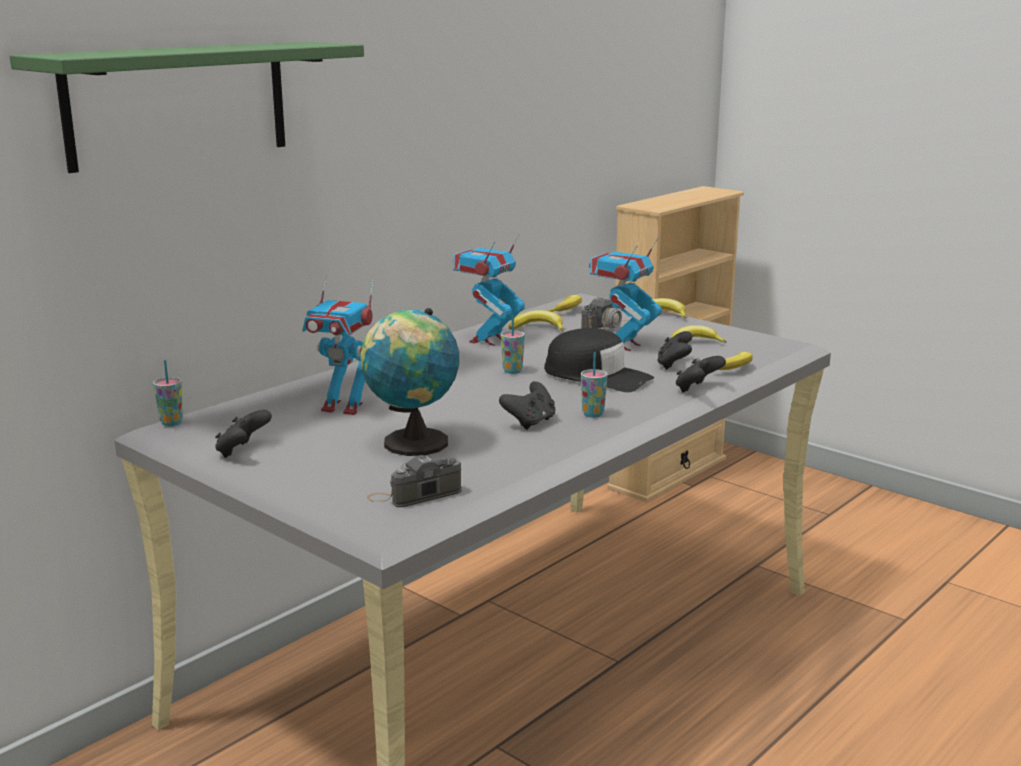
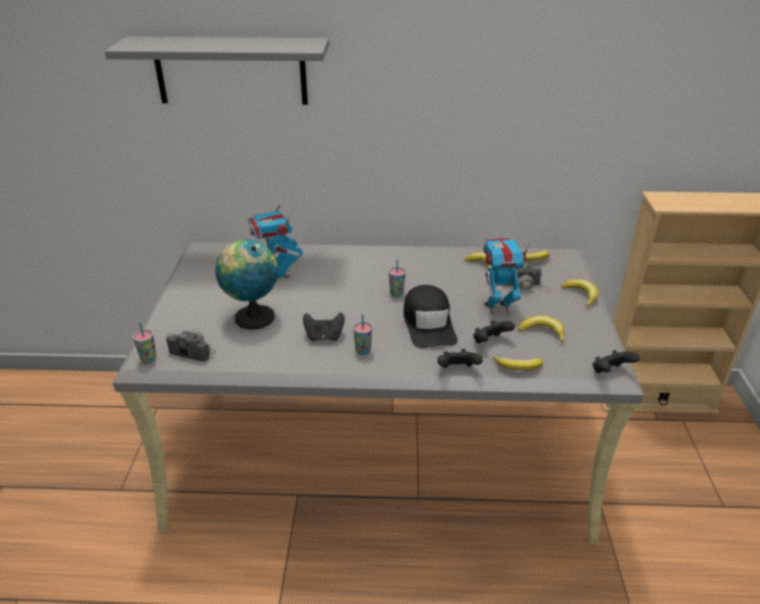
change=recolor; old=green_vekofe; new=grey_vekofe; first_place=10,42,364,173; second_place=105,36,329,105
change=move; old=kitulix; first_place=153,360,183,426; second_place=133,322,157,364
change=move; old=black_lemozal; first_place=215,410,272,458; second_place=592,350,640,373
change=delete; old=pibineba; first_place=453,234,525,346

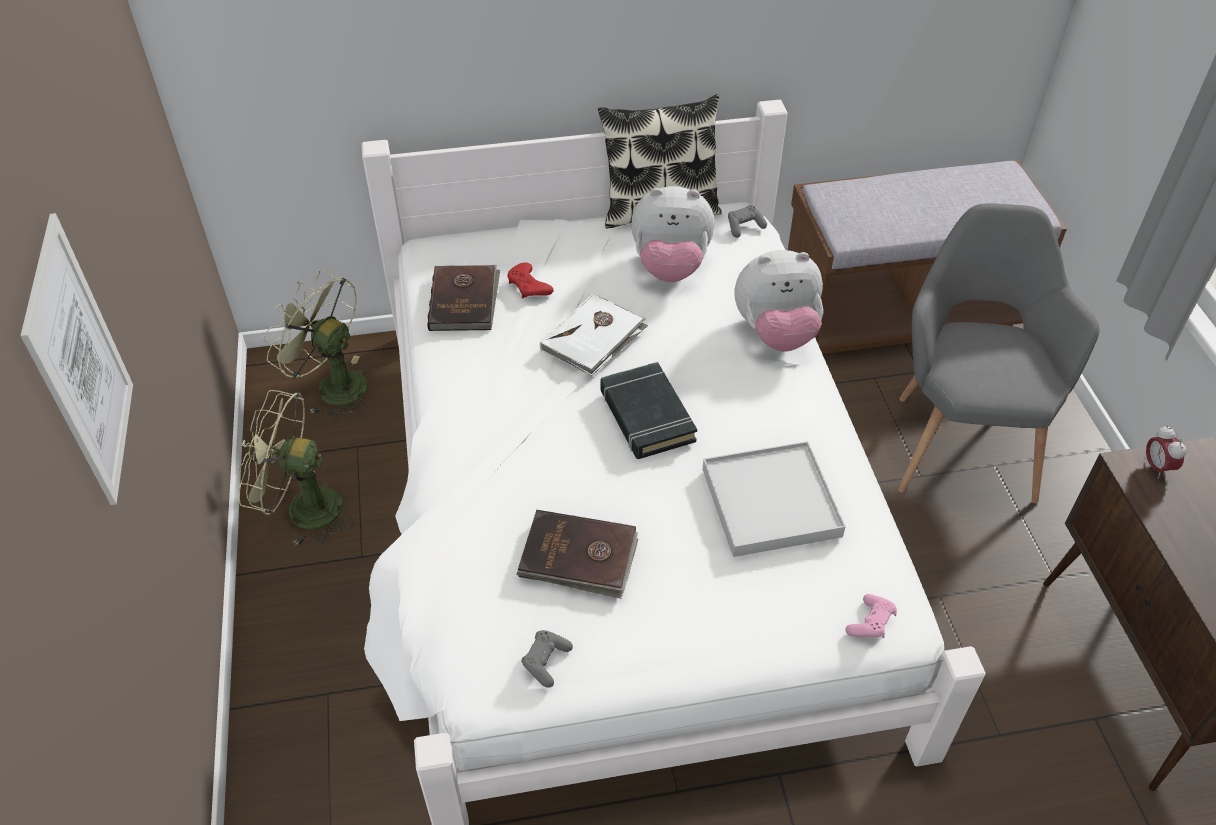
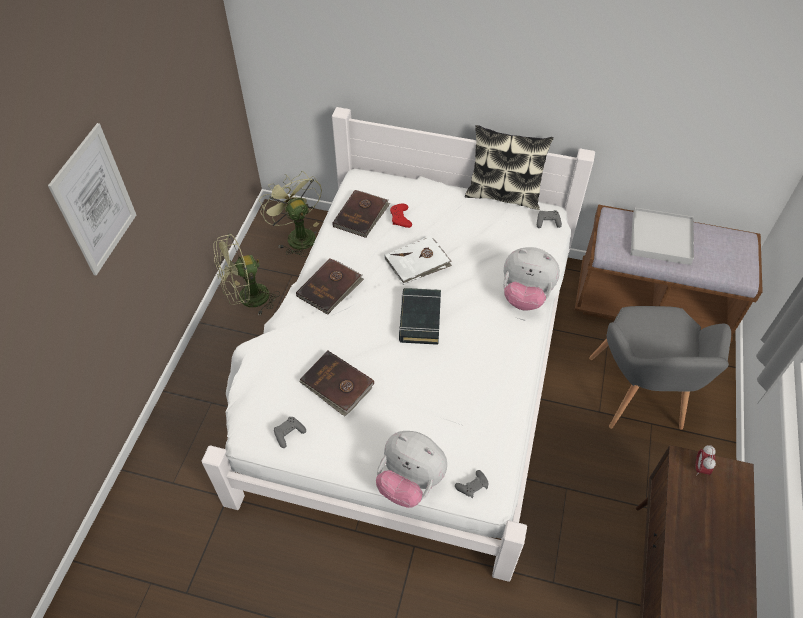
change=rotate; old=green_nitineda; first_place=236,390,354,546; second_place=214,233,280,315; degrees=-60
change=move; old=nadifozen; first_place=631,186,714,282; second_place=376,431,447,508
change=move; old=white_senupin; first_place=703,441,846,557; second_place=631,208,694,265
change=recolor; old=pink_lemozal; new=grey_lemozal; first_place=845,594,897,638; second_place=455,470,488,498
change=rotate; old=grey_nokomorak; first_place=898,203,1100,503; second_place=589,306,731,430; degrees=150
change=insert; new=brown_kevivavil; second_place=296,258,364,315

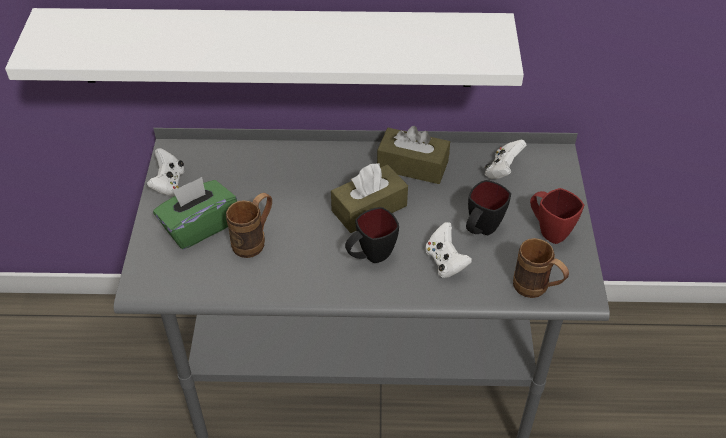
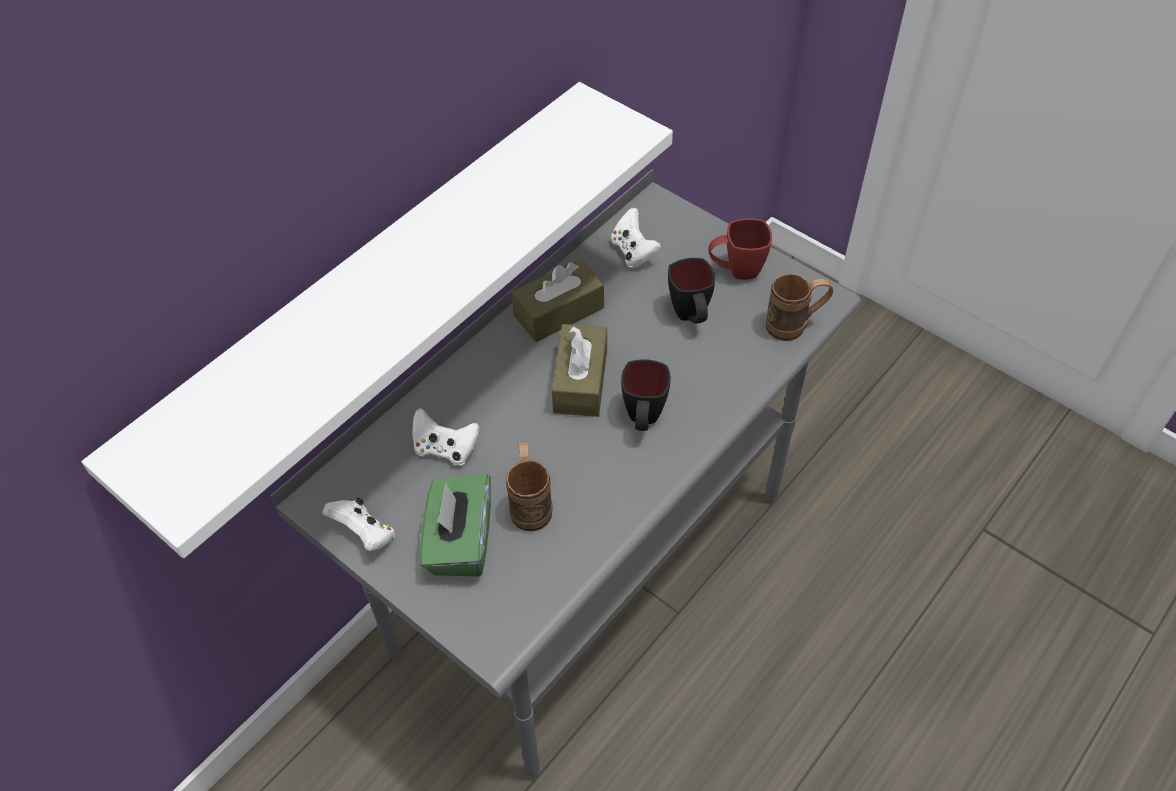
change=move; old=white_lemozal; first_place=425,222,472,278; second_place=412,408,479,466

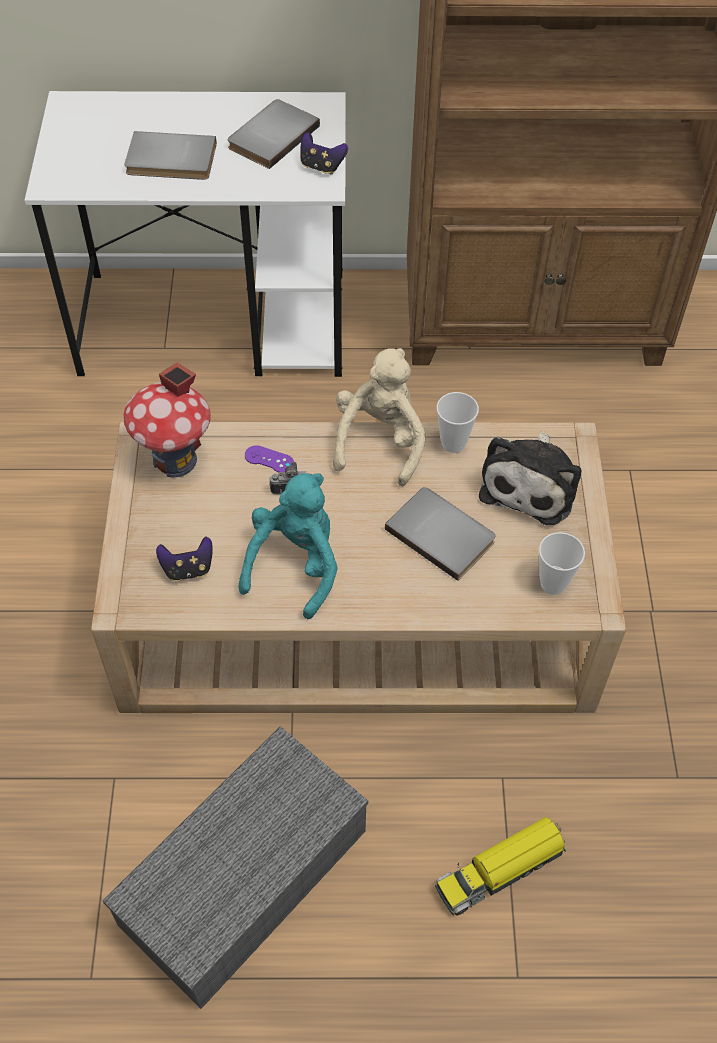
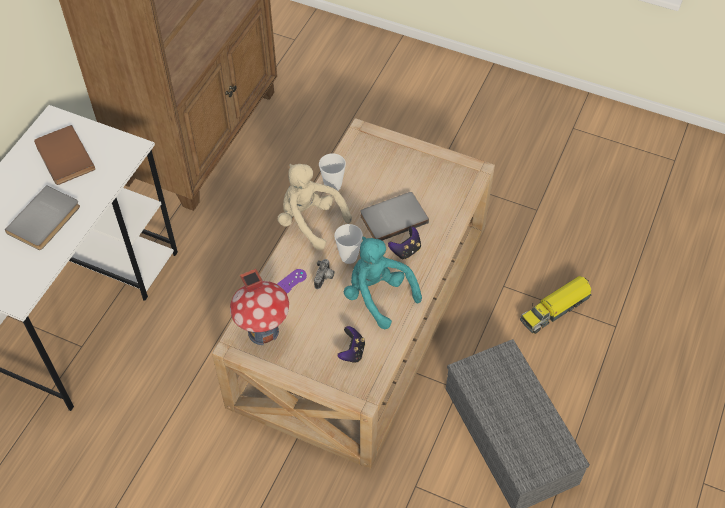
change=recolor; old=grey_kevivavil; new=brown_kevivavil; first_place=228,99,320,169; second_place=34,125,95,185
change=move; old=lemozal; first_place=300,132,348,175; second_place=388,226,421,260
change=rotate; old=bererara; first_place=435,817,566,916; second_place=520,276,592,334; degrees=60
change=delete; old=nadifozen; first_place=479,431,581,525
change=move; old=kitulix; first_place=539,532,585,595; second_place=334,224,363,264

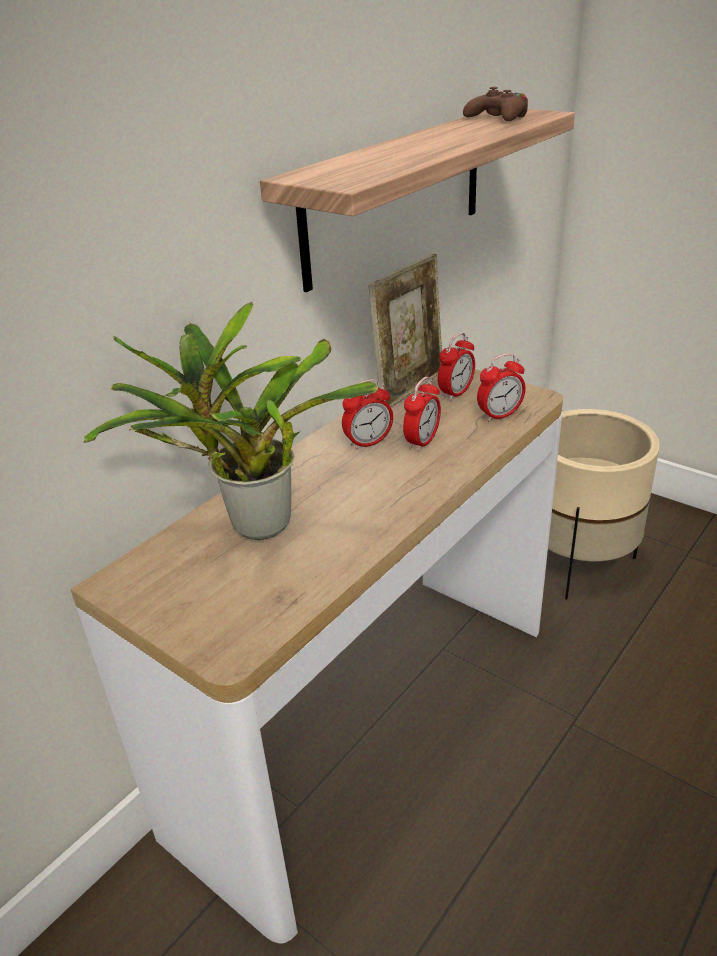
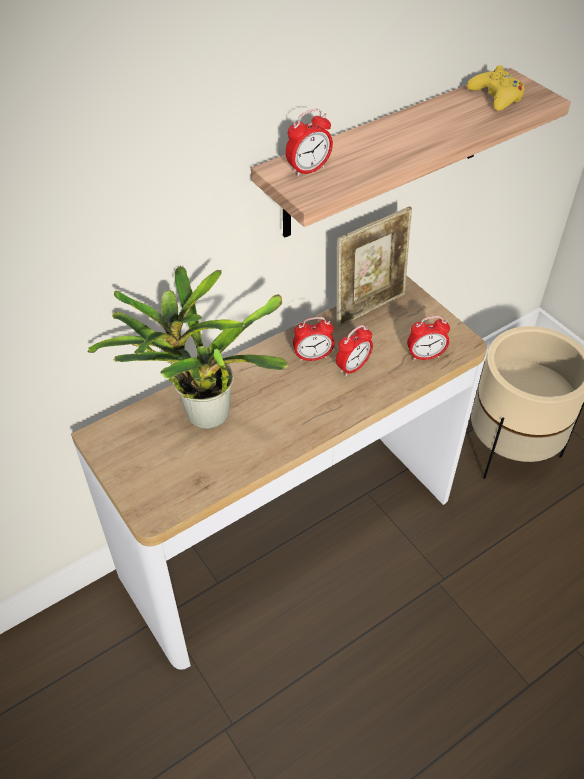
change=move; old=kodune; first_place=438,333,475,401; second_place=286,109,333,177
change=recolor; old=brown_lemozal; new=yellow_lemozal; first_place=463,87,528,121; second_place=467,65,524,111

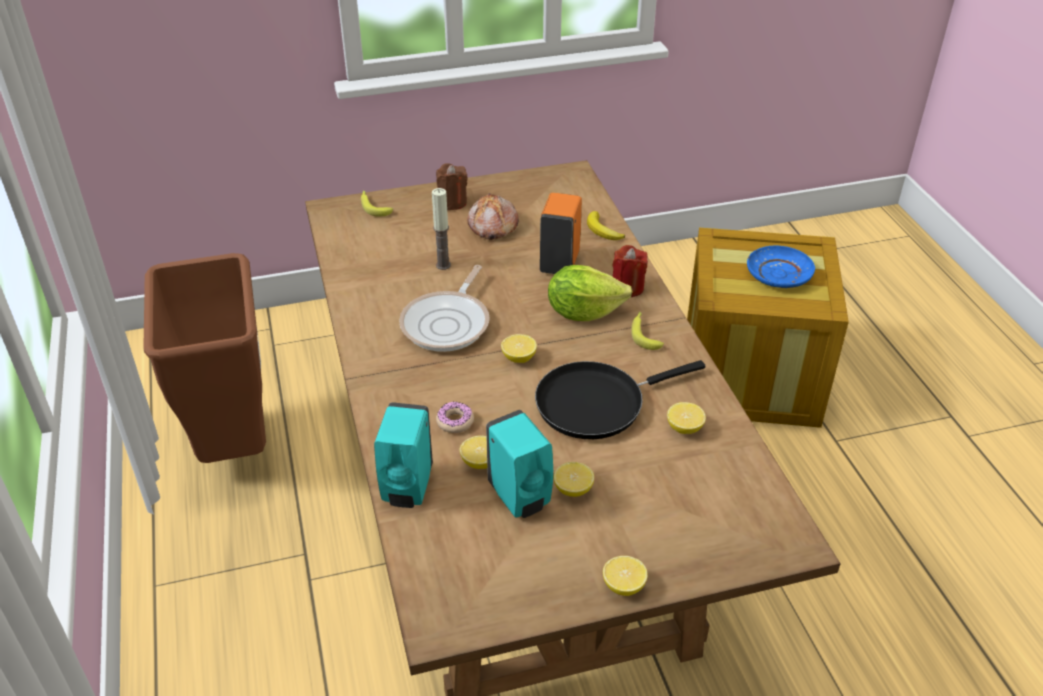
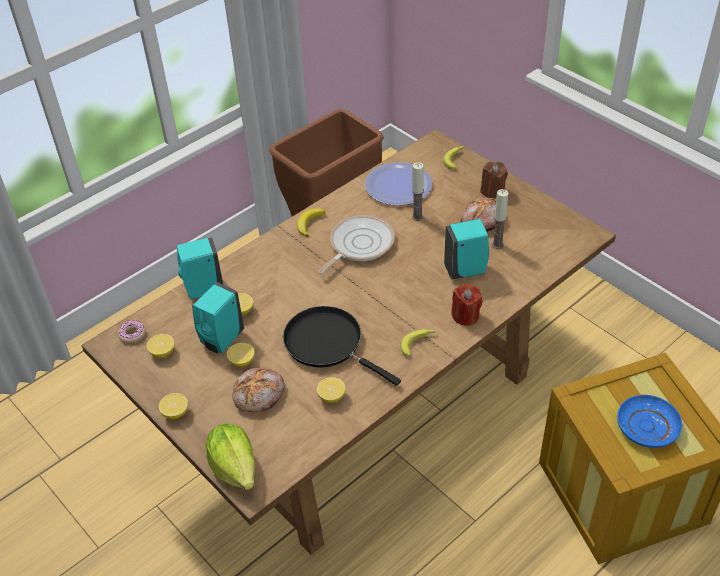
change=rotate; old=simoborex; first_place=399,265,489,352; second_place=318,215,395,274; degrees=135
change=move; old=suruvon; first_place=436,401,474,433; second_place=118,321,145,343
change=move; old=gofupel; first_place=501,334,537,363; second_place=147,334,175,358
change=recolor; old=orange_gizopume; new=turquoise_gizopume; first_place=540,193,582,274; second_place=444,219,489,280
change=move; old=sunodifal; first_place=548,265,633,321; second_place=206,424,255,490
change=move; old=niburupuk; first_place=587,211,625,240; second_place=297,208,326,237
change=insert; new=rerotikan; second_place=233,368,285,412
change=insert; new=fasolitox; second_place=365,162,432,206
change=insert; new=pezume; second_place=492,189,508,249

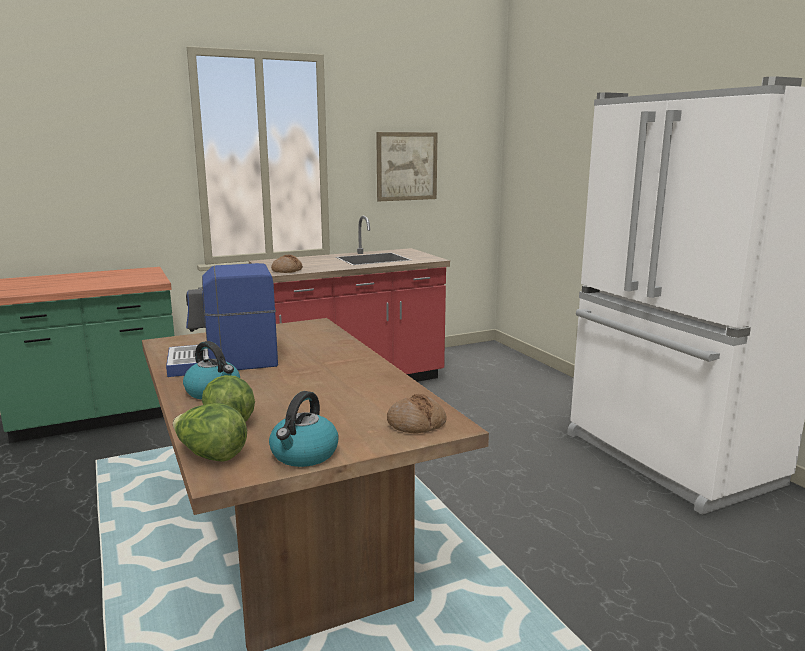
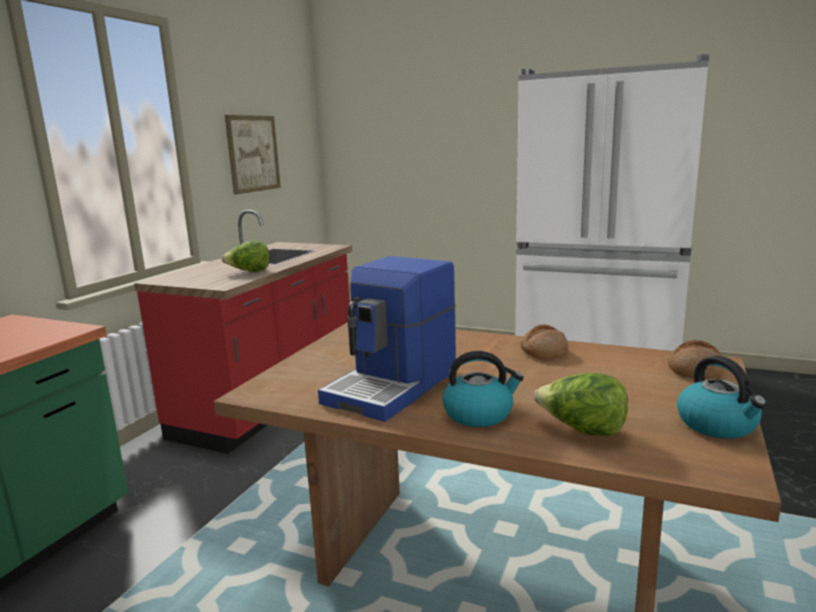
change=move; old=sunodifal; first_place=173,403,247,462; second_place=221,240,270,272
change=move; old=rerotikan; first_place=271,254,303,273; second_place=520,324,569,359

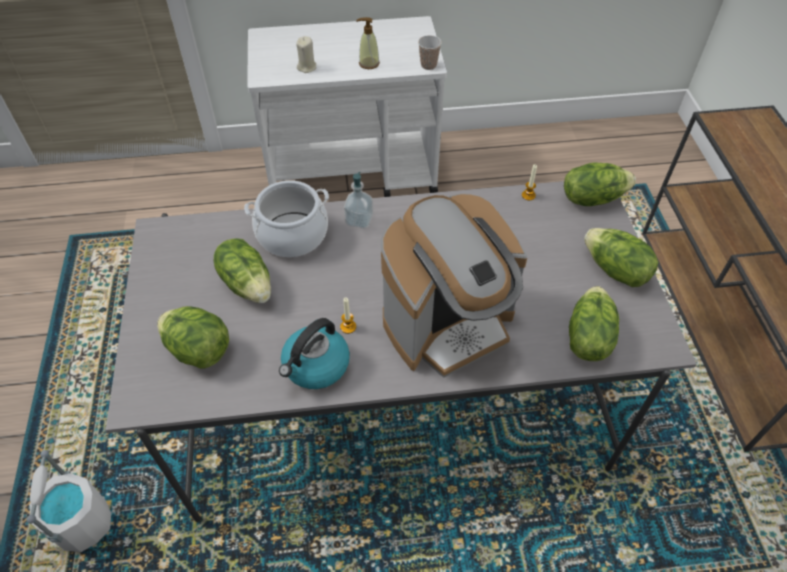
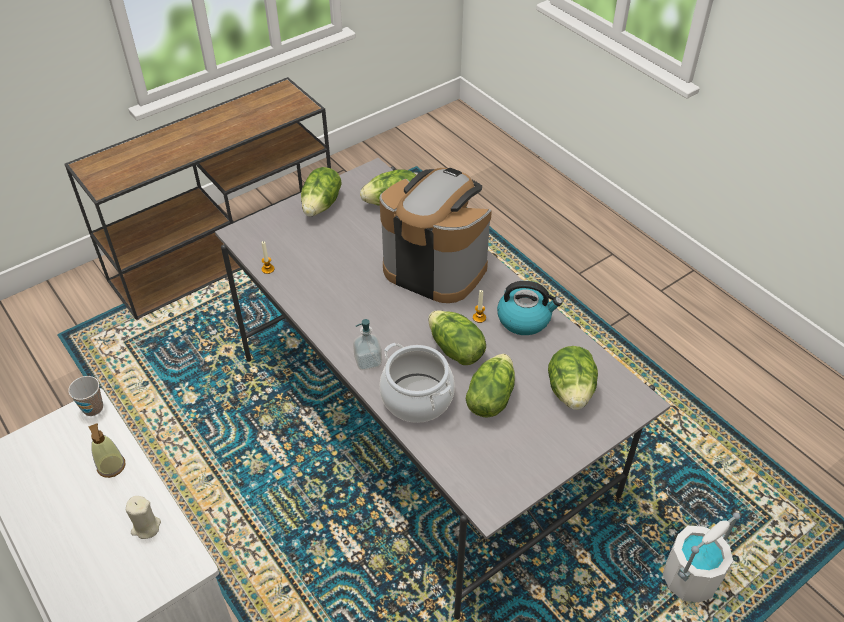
change=move; old=sunodifal; first_place=564,162,636,206; second_place=428,310,486,365

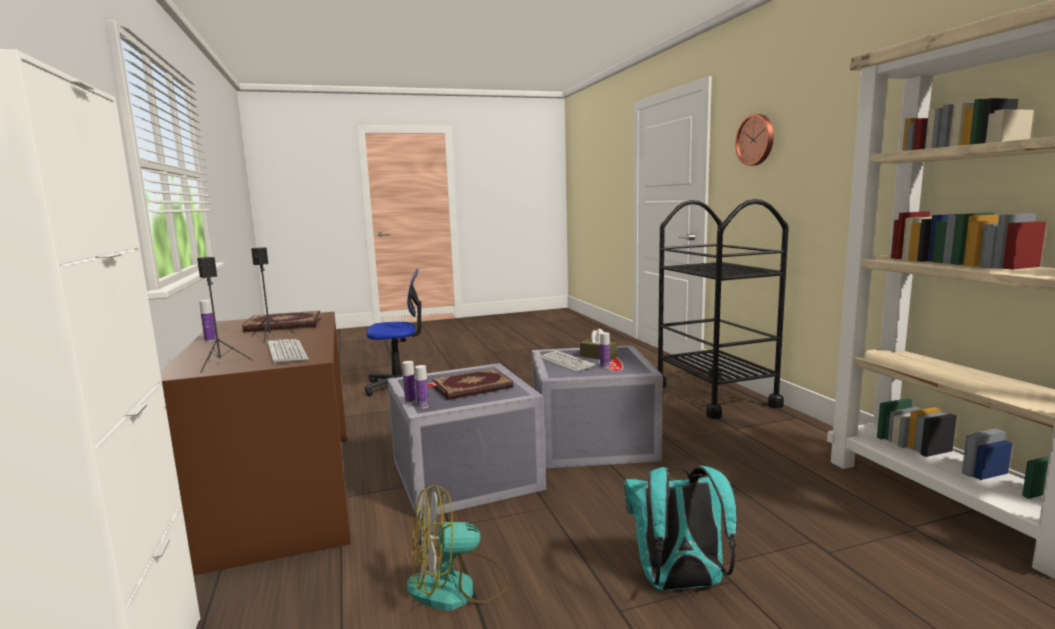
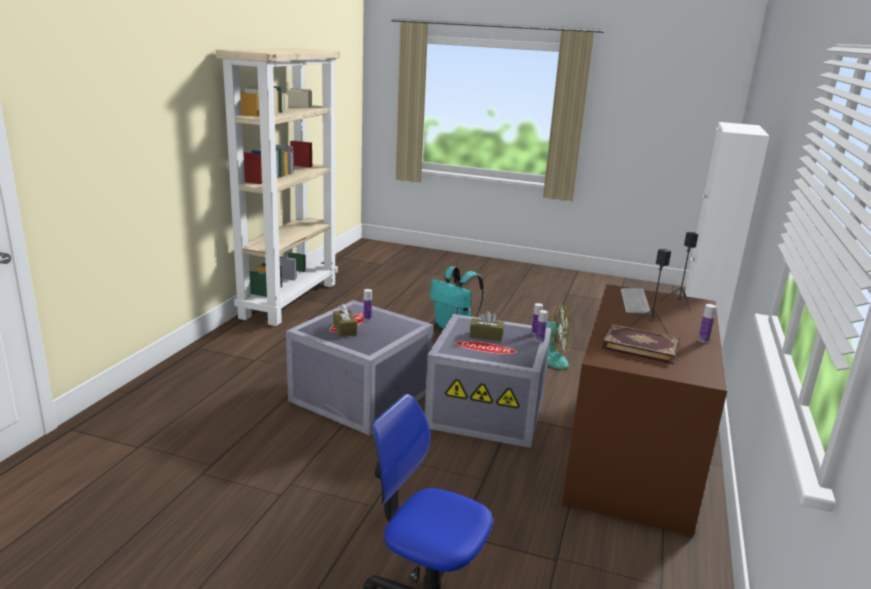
change=replace; old=kevivavil; new=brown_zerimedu; first_place=432,368,513,400; second_place=470,311,504,341
change=delete; old=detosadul; first_place=539,350,595,372
change=delete; old=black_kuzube; first_place=658,199,789,419
change=delete; old=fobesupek; first_place=735,114,774,166

